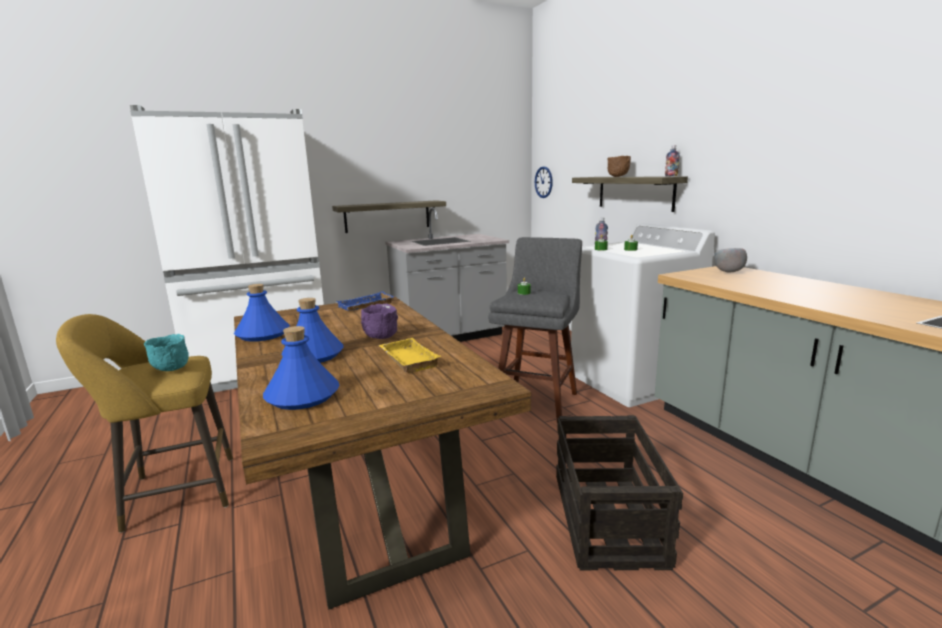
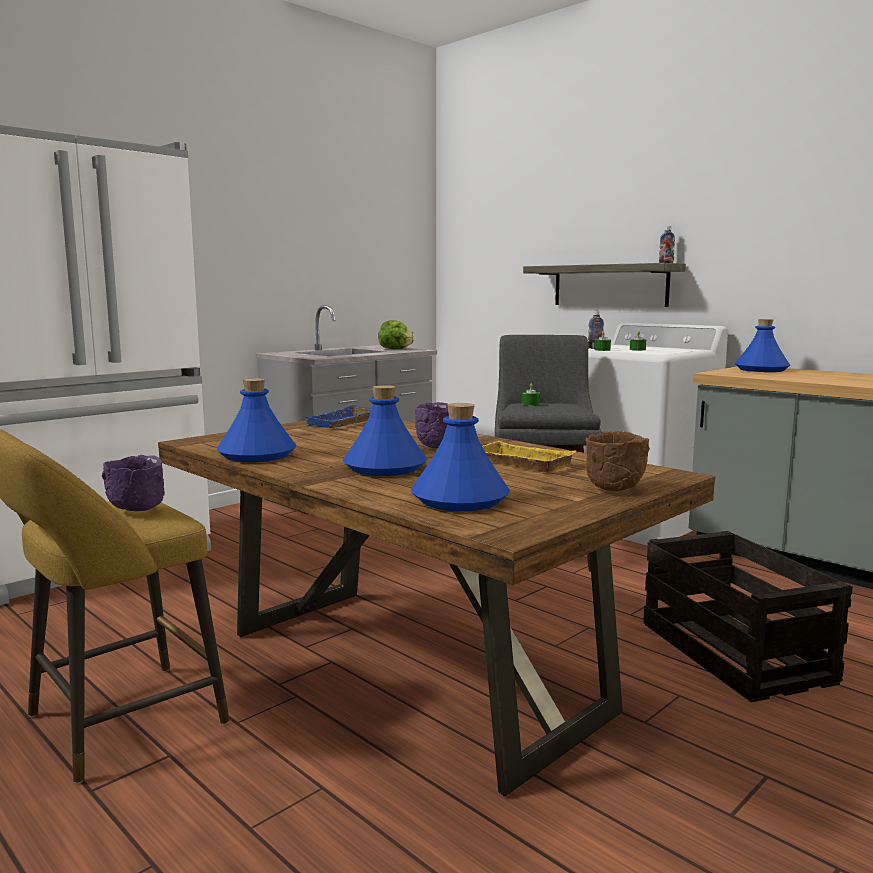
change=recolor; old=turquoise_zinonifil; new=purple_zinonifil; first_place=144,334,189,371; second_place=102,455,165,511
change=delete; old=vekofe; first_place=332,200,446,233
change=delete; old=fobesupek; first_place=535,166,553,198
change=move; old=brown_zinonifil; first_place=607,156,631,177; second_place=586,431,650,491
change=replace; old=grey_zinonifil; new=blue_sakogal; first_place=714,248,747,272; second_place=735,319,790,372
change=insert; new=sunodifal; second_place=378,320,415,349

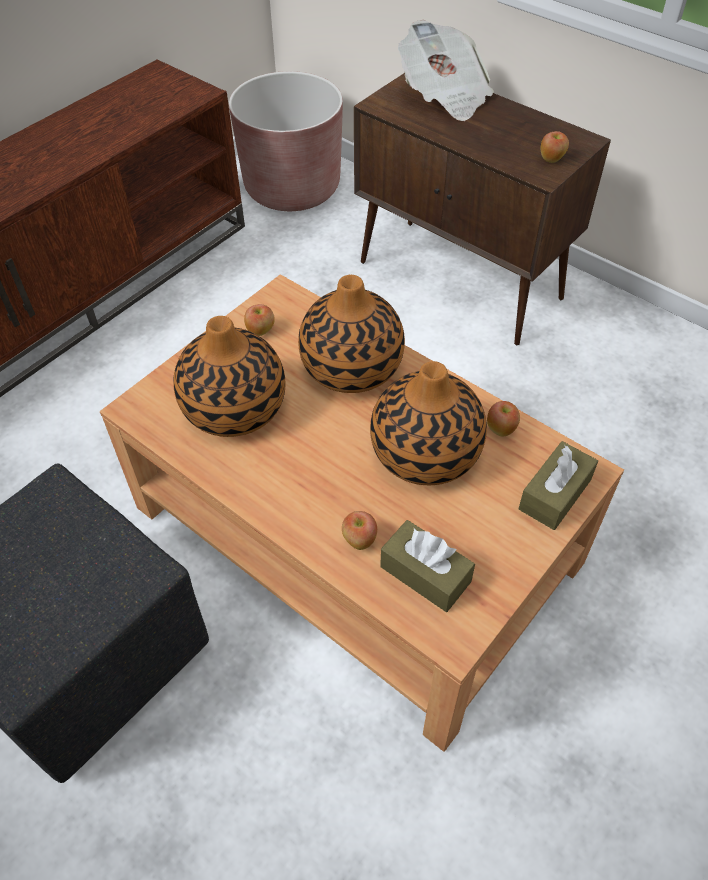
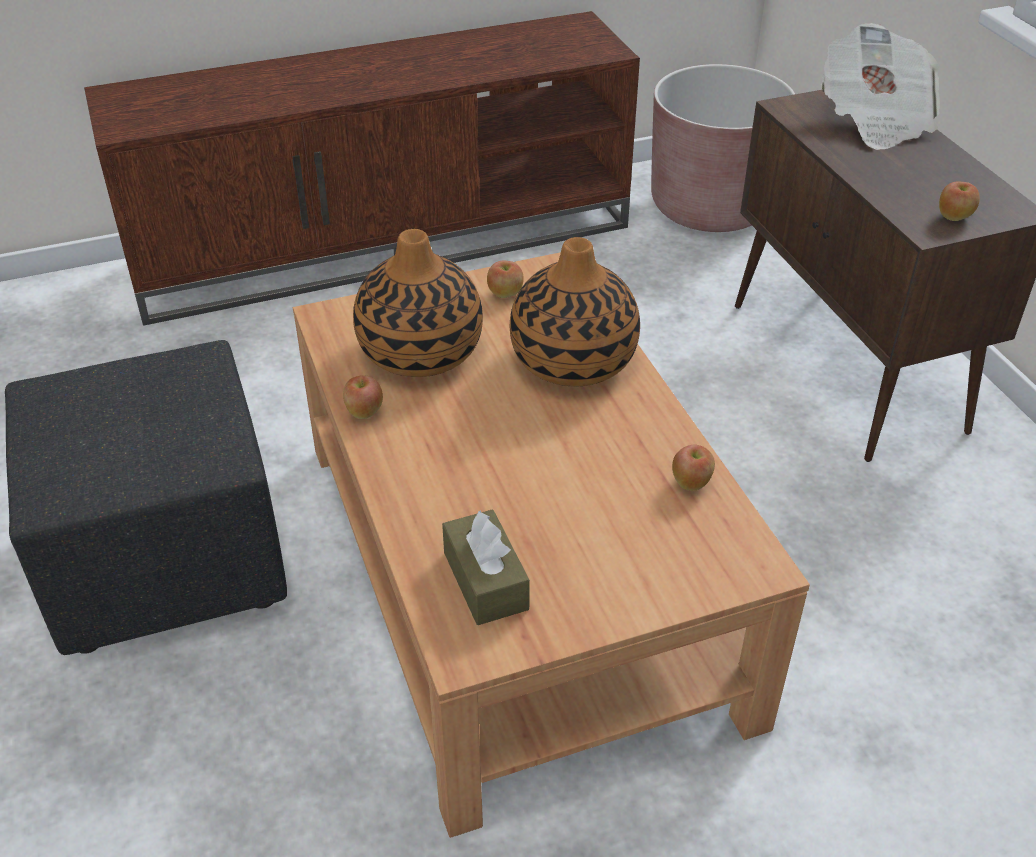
change=move; old=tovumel; first_place=342,511,377,550; second_place=343,375,383,419
change=delete; old=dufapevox; first_place=370,361,487,485
change=delete; old=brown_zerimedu; first_place=519,441,598,530

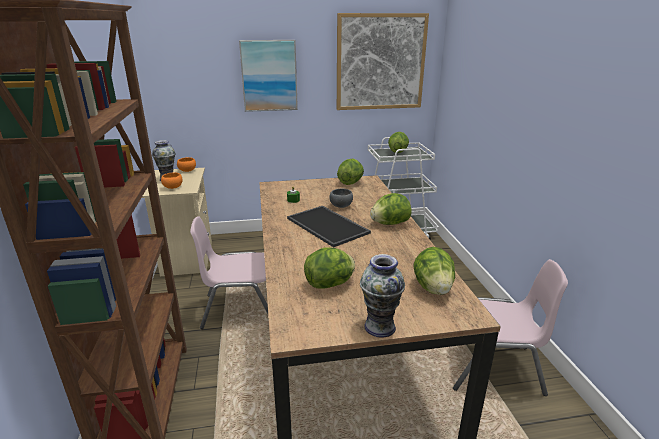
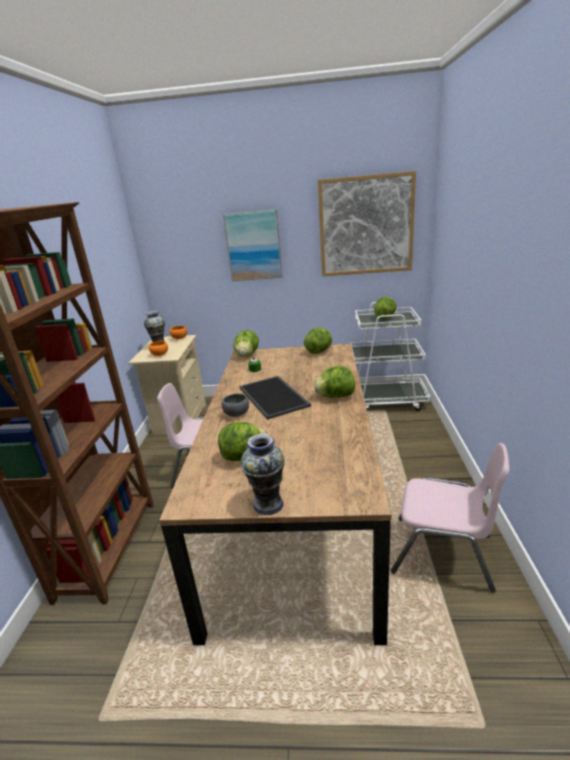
change=move; old=grey_zinonifil; first_place=329,189,353,208; second_place=222,394,249,417
change=move; old=sunodifal; first_place=413,247,455,295; second_place=233,330,259,357

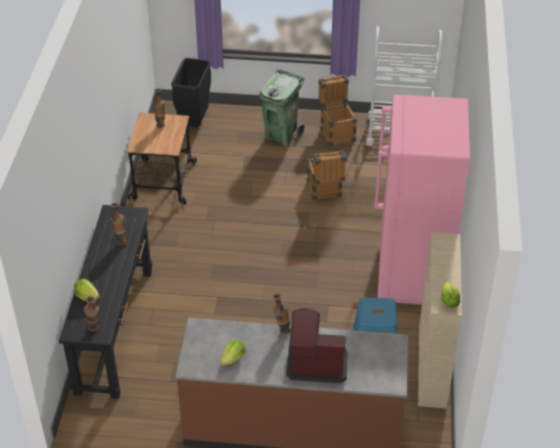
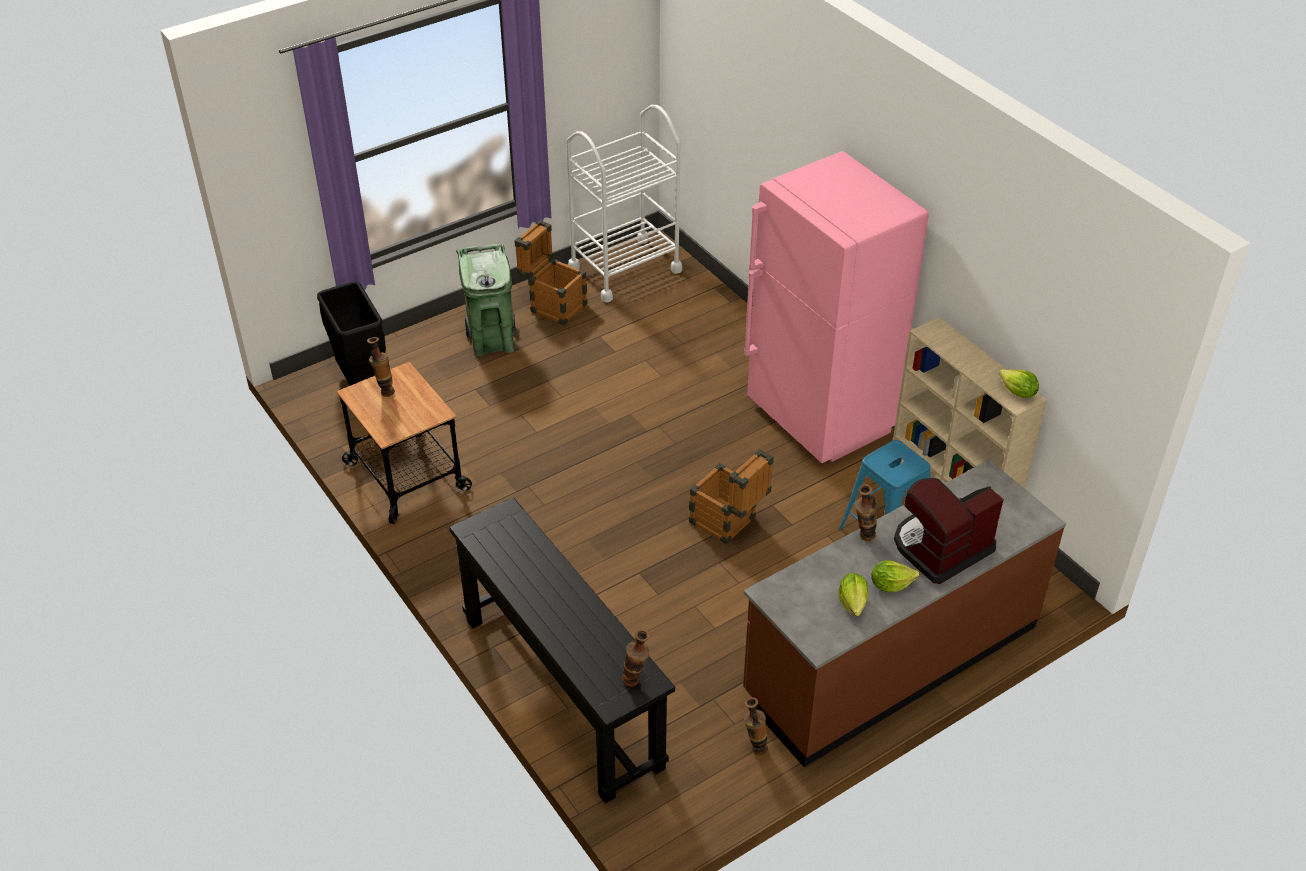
change=move; old=sunodifal; first_place=74,279,100,301; second_place=871,560,919,592
change=move; old=dufapevox; first_place=110,203,127,246; second_place=744,697,768,755
change=move; old=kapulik; first_place=307,150,346,200; second_place=689,449,774,545

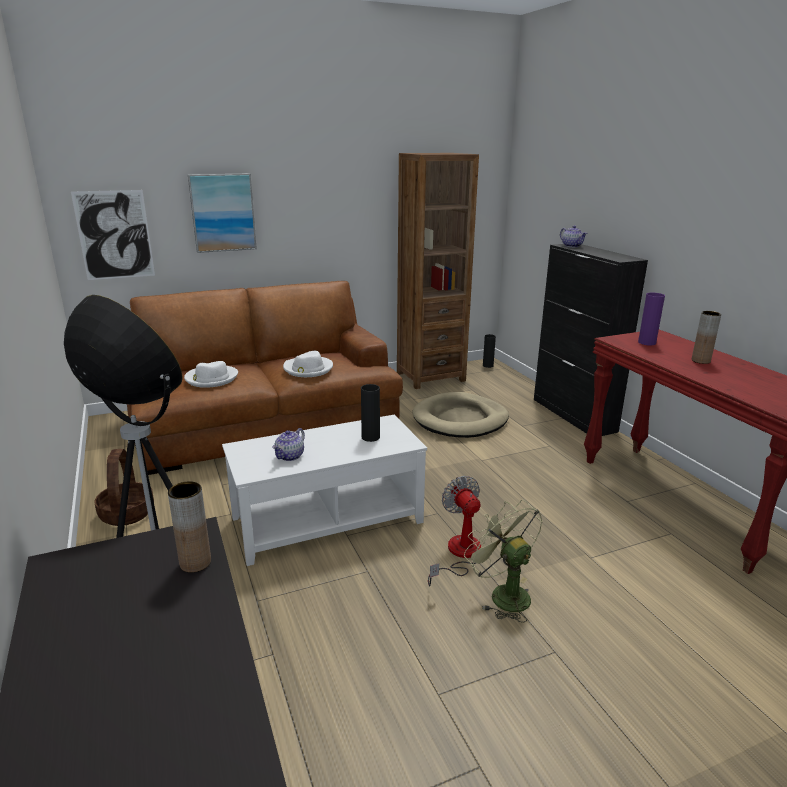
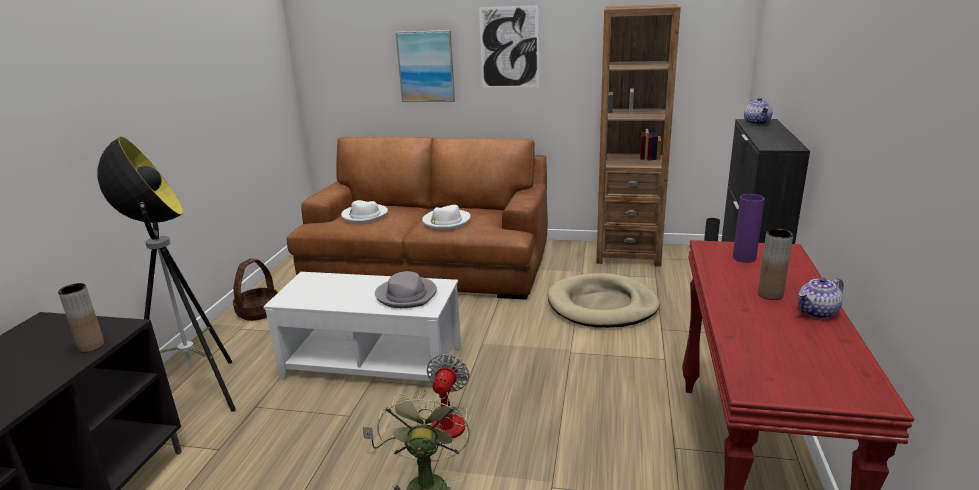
change=move; old=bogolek; first_place=71,190,155,280; second_place=479,5,539,88
change=move; old=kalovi; first_place=272,428,305,461; second_place=798,277,844,319
change=replace; old=black_dufapevox; new=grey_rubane; first_place=361,384,380,442; second_place=375,271,437,308

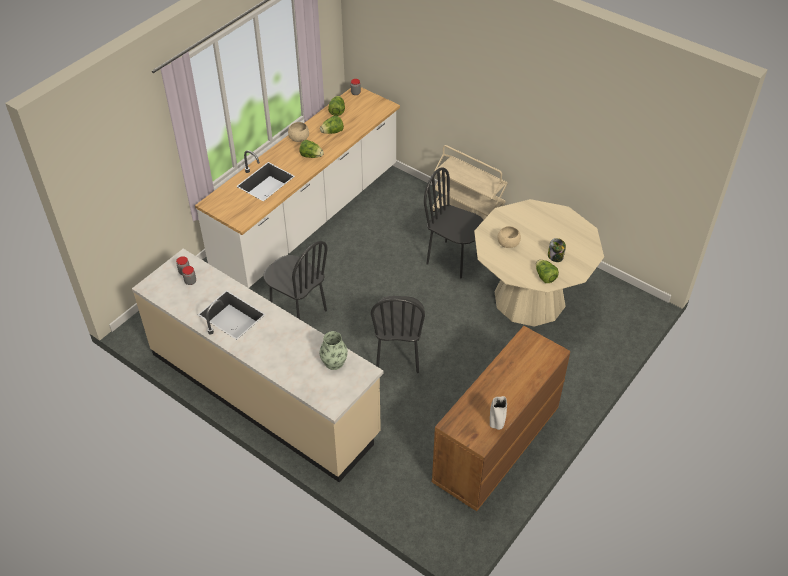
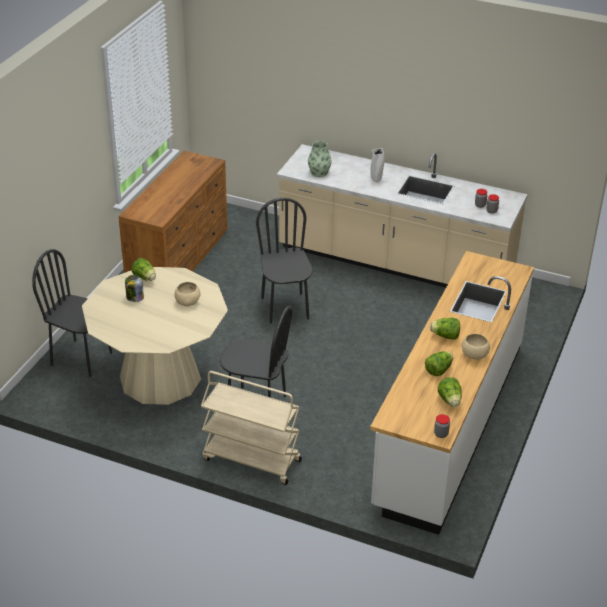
change=move; old=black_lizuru; first_place=263,241,328,319; second_place=32,249,112,377
change=move; old=white_dufapevox; first_place=490,396,507,430; second_place=370,148,385,182

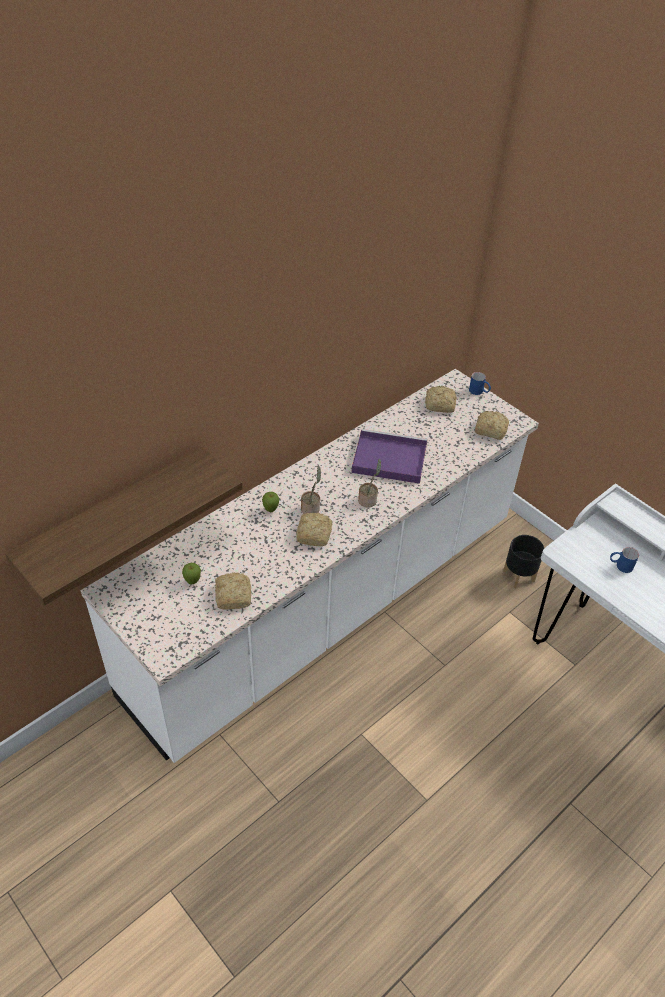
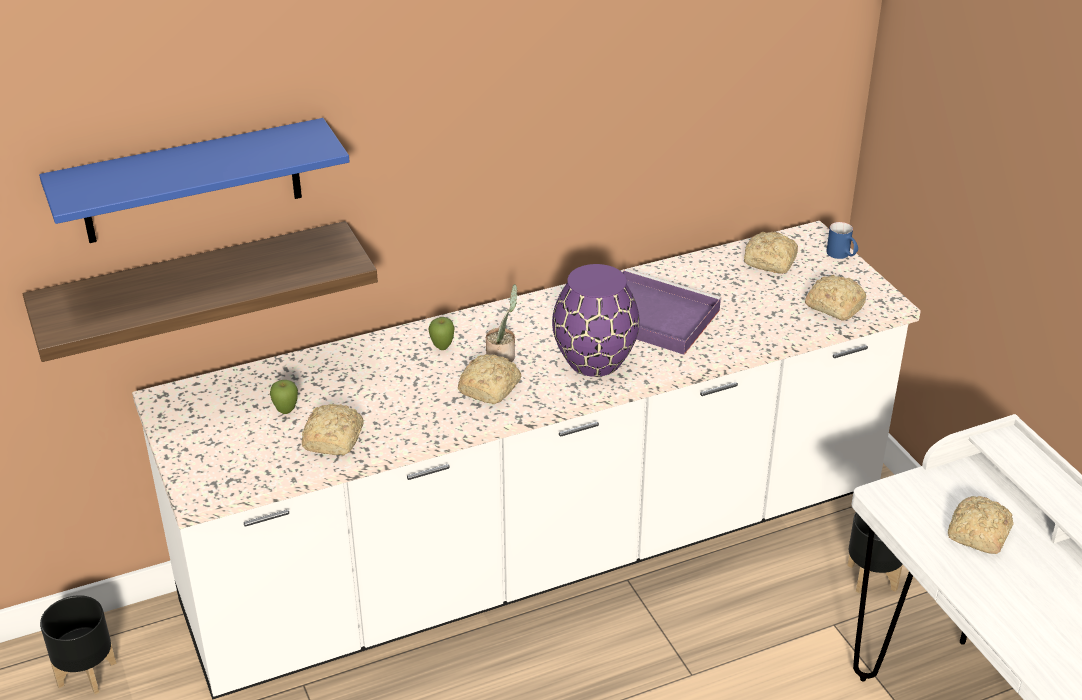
change=replace; old=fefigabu; new=purple_dufapevox; first_place=358,459,381,508; second_place=552,264,640,377
change=replace; old=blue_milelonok; new=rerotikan; first_place=610,547,639,573; second_place=948,496,1013,554
change=insert; new=blue_vekofe; second_place=39,118,350,243
change=insert; new=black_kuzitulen; second_place=40,595,116,695

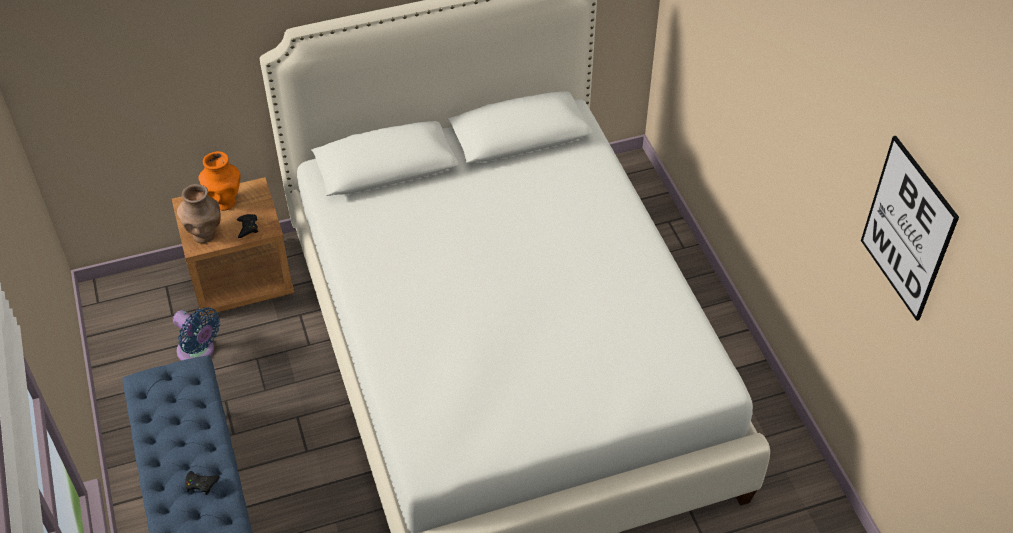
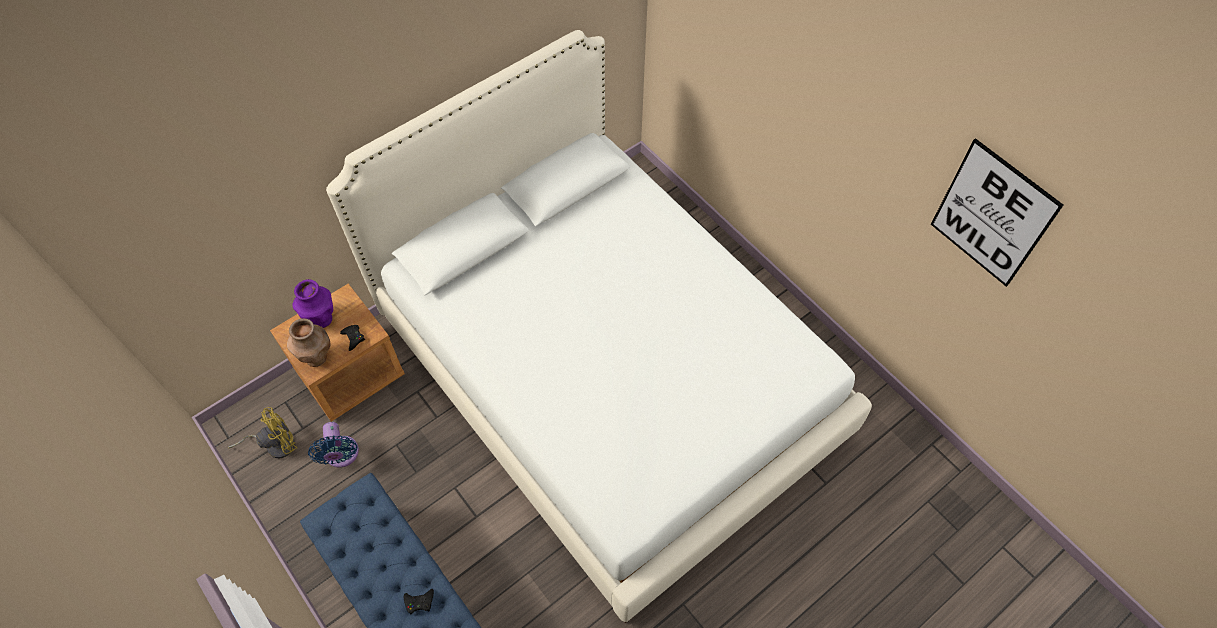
change=rotate; old=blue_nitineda; first_place=173,308,220,361; second_place=308,422,359,468; degrees=60
change=recolor; old=orange_dufapevox; new=purple_dufapevox; first_place=198,151,241,211; second_place=292,279,333,328
change=insert; new=yellow_nitineda; second_place=228,407,297,458

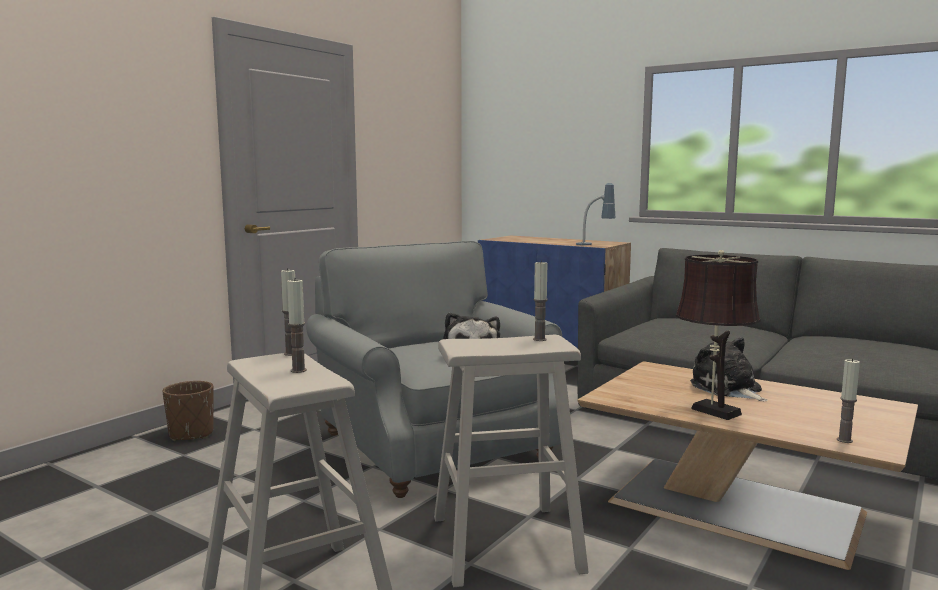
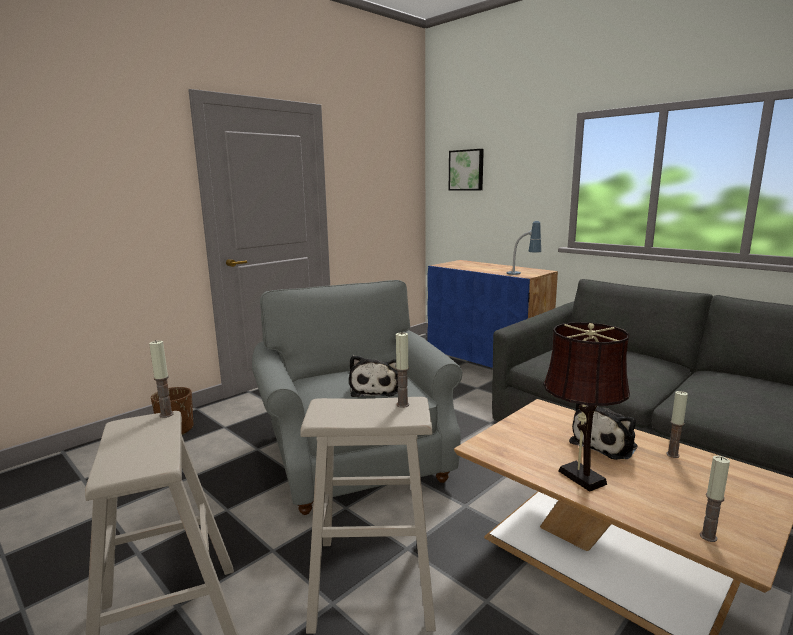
change=move; old=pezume; first_place=287,278,307,373; second_place=666,391,688,458
change=rotate; old=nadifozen; first_place=690,337,768,401; second_place=569,403,638,460; degrees=-120
change=insert; new=bogolek; second_place=449,149,484,191

